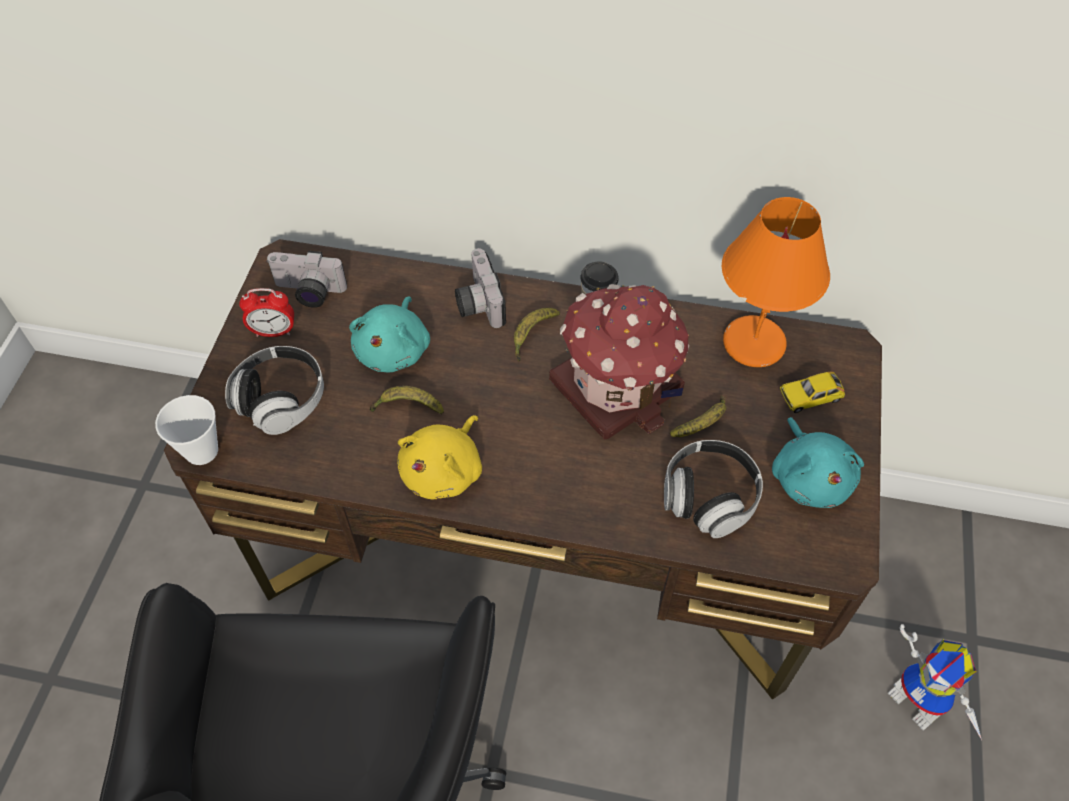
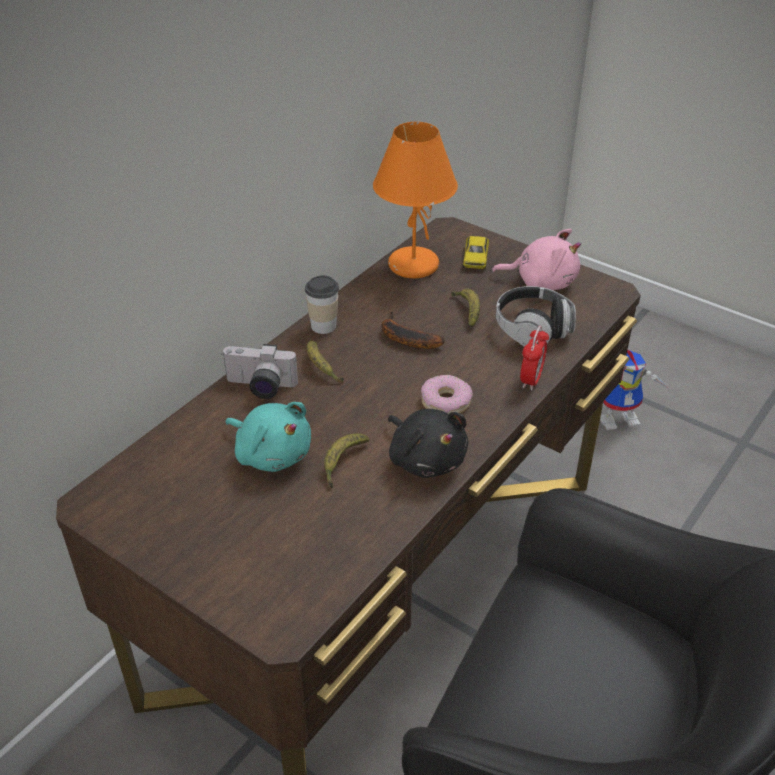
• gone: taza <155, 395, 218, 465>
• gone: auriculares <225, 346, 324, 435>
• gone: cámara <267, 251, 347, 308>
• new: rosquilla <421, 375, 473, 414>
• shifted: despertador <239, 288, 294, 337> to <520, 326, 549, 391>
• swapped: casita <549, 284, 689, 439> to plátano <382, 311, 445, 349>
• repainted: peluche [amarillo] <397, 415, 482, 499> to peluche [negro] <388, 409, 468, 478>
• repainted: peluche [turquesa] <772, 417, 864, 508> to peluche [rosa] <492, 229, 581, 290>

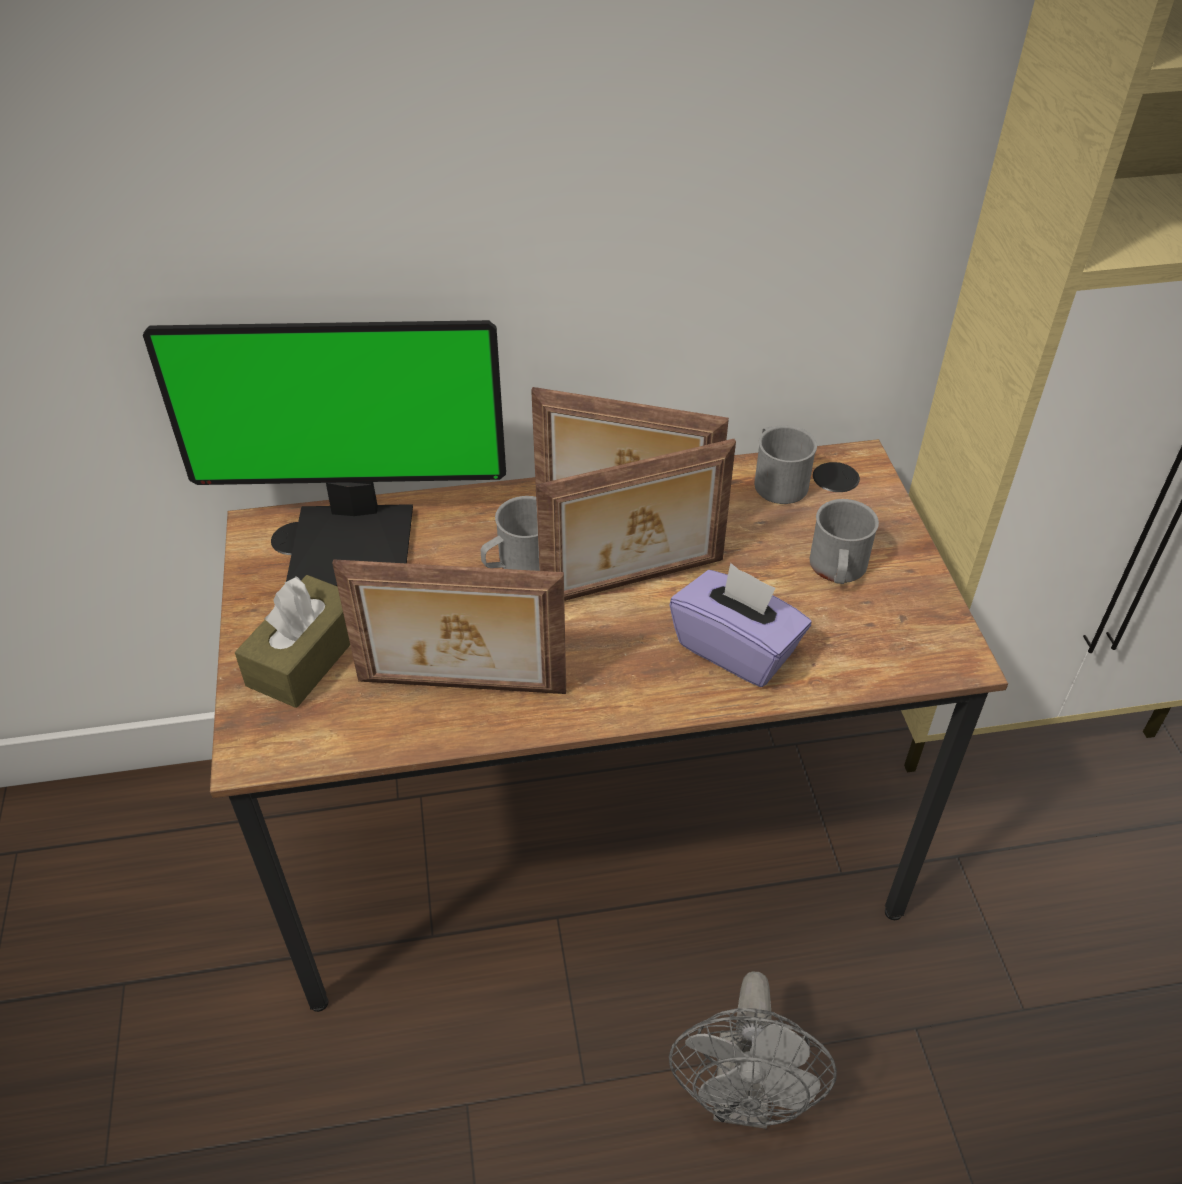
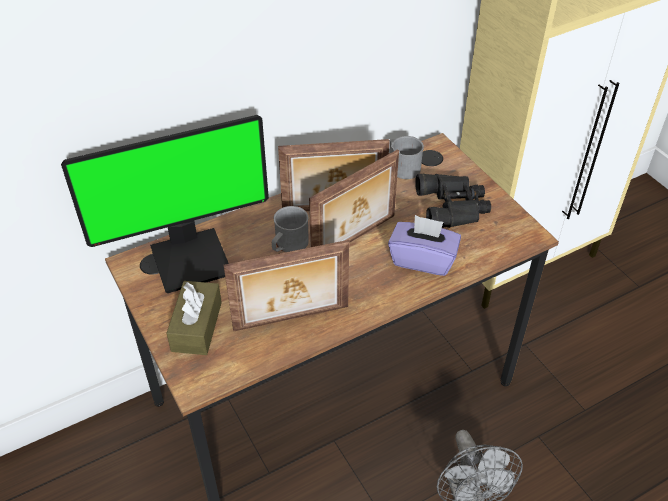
• swapped: taza grande [gris] <810, 499, 879, 584> to prismáticos [negro] <415, 174, 491, 228>

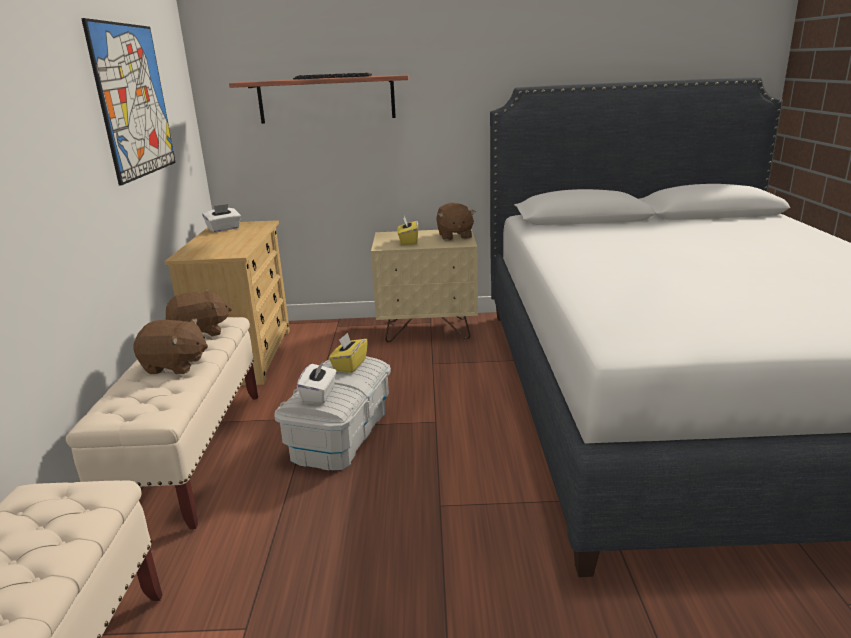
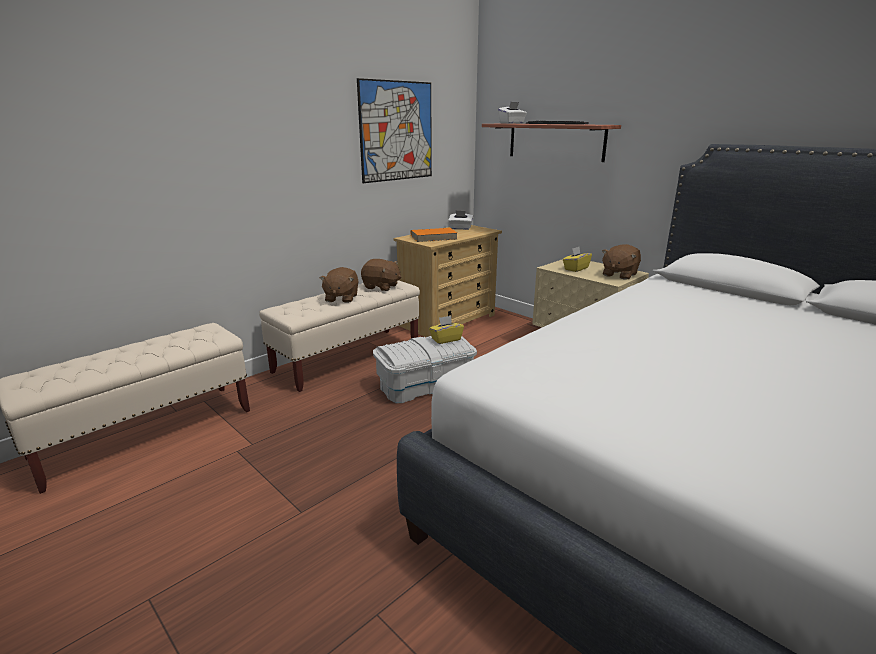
• new: libro [naranja] <411, 228, 457, 242>
• shifted: caja de pañuelos [blanco] <297, 360, 336, 404> to <498, 102, 527, 124>
• rotated: peluche [marrón] <133, 318, 208, 374> = <320, 267, 358, 303> 45 degrees clockwise

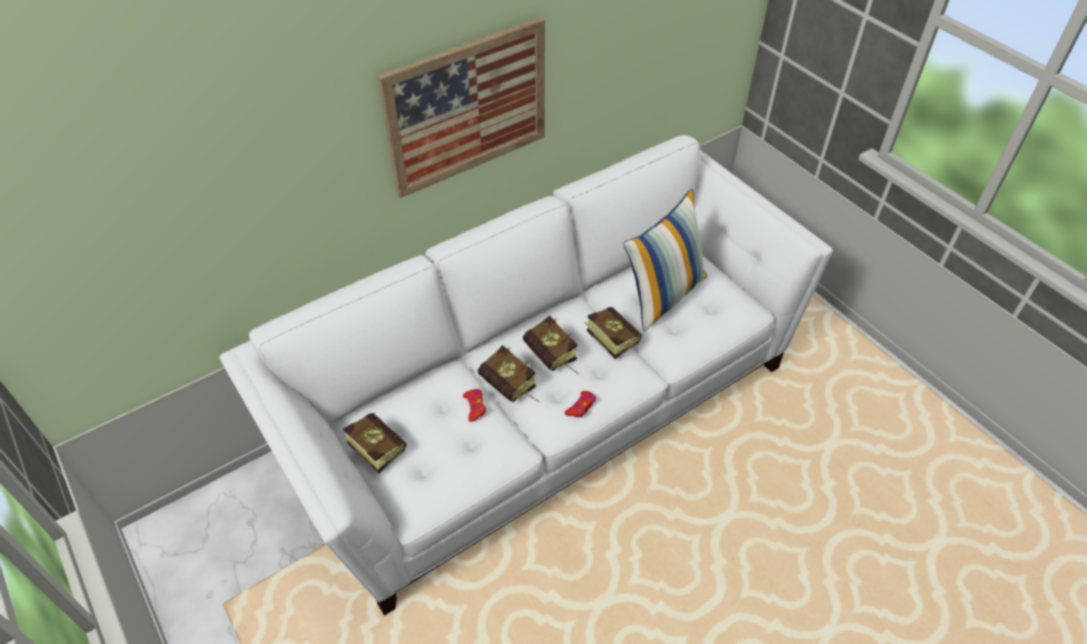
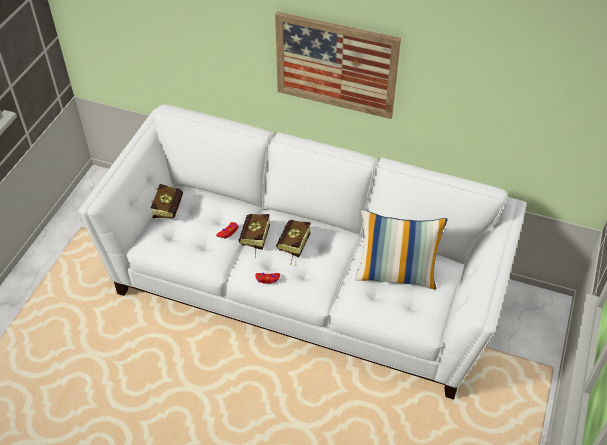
• gone: libro <584, 307, 642, 359>

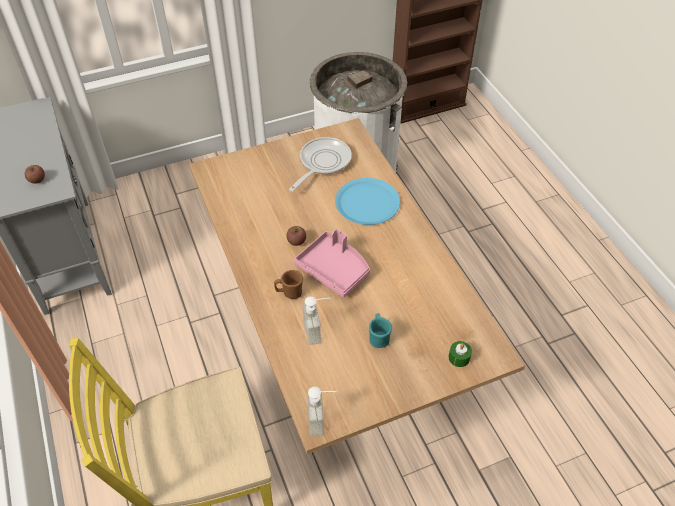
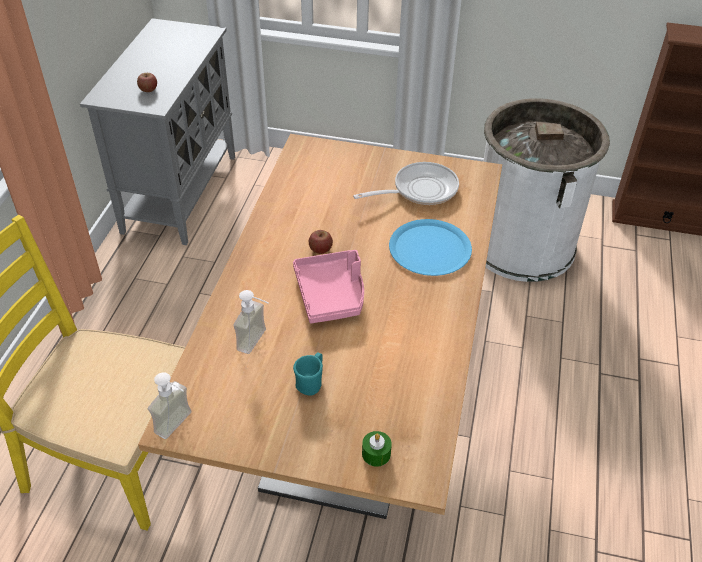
• gone: taza grande [marrón] <274, 270, 303, 299>

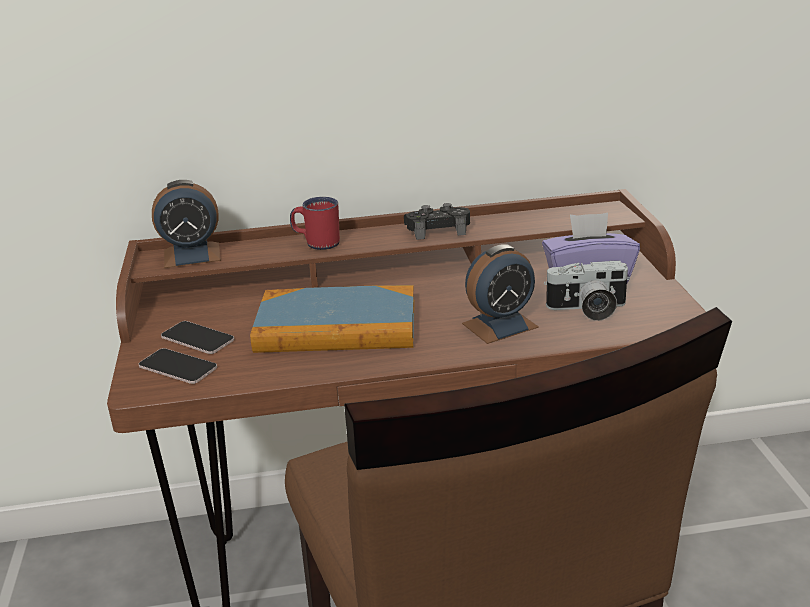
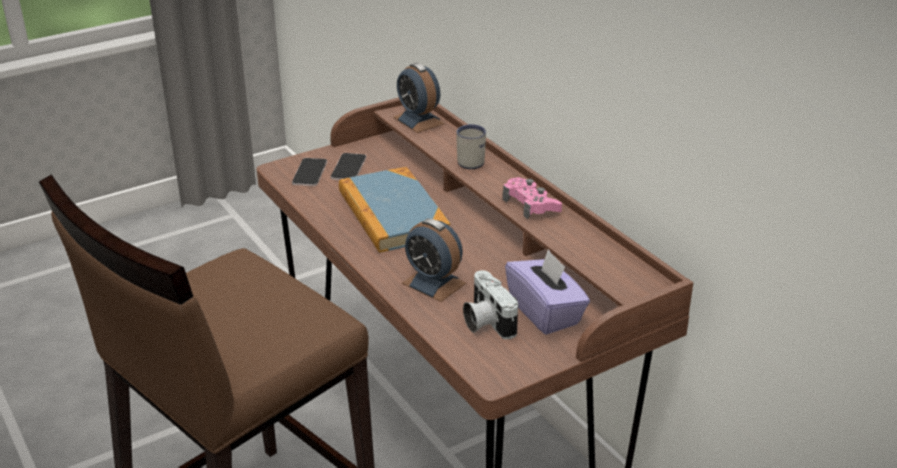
• repainted: taza grande [rojo] <290, 197, 340, 250> to taza grande [blanco] <456, 124, 486, 169>
• repainted: mando de consola [negro] <404, 203, 470, 240> to mando de consola [rosa] <502, 177, 562, 219>

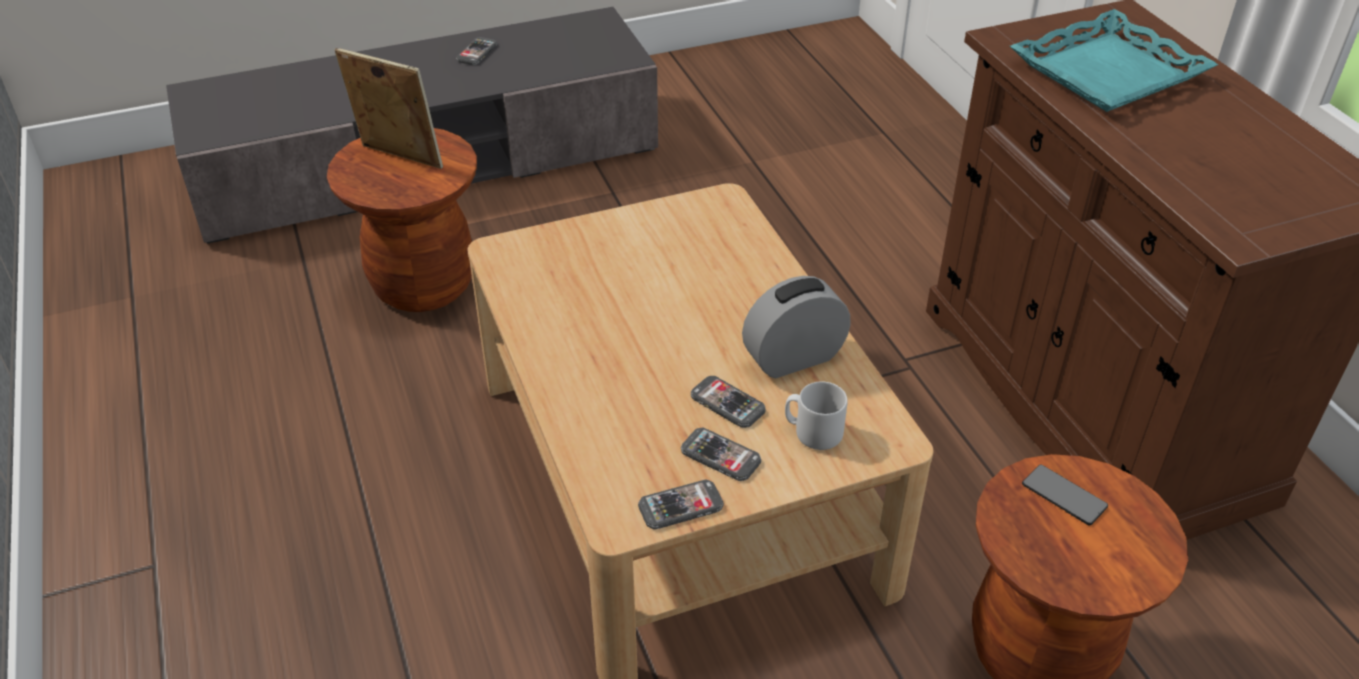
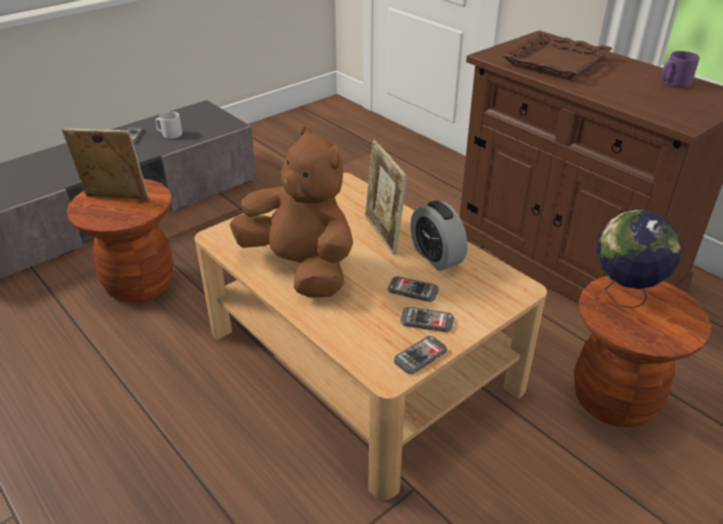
• new: peluche [marrón] <229, 126, 353, 298>
• new: portarretratos <365, 140, 407, 255>
• new: taza grande [morado] <662, 51, 700, 88>
• shifted: taza grande [gris] <785, 382, 848, 450> to <155, 111, 182, 139>
• swapped: móvil <1022, 465, 1108, 526> to globo terráqueo <596, 210, 681, 308>
• repainted: bandeja [turquesa] <1010, 9, 1218, 112> to bandeja [marrón] <502, 32, 613, 80>
• rotated: despertador <742, 276, 851, 378> = <410, 200, 468, 271> 75 degrees counterclockwise

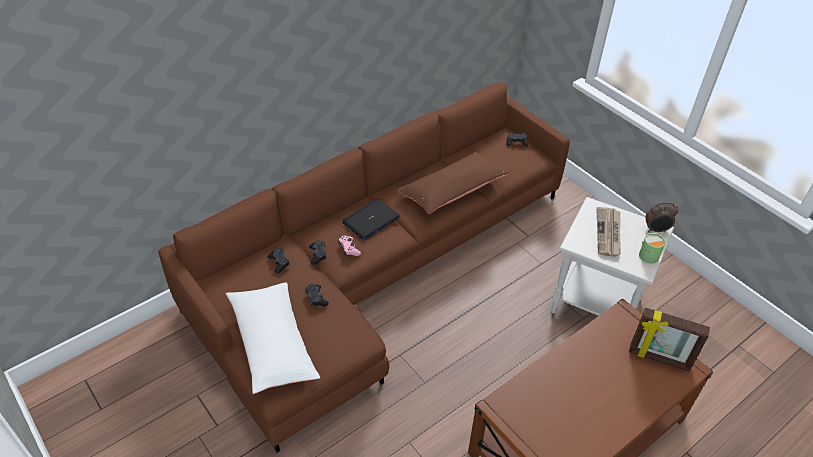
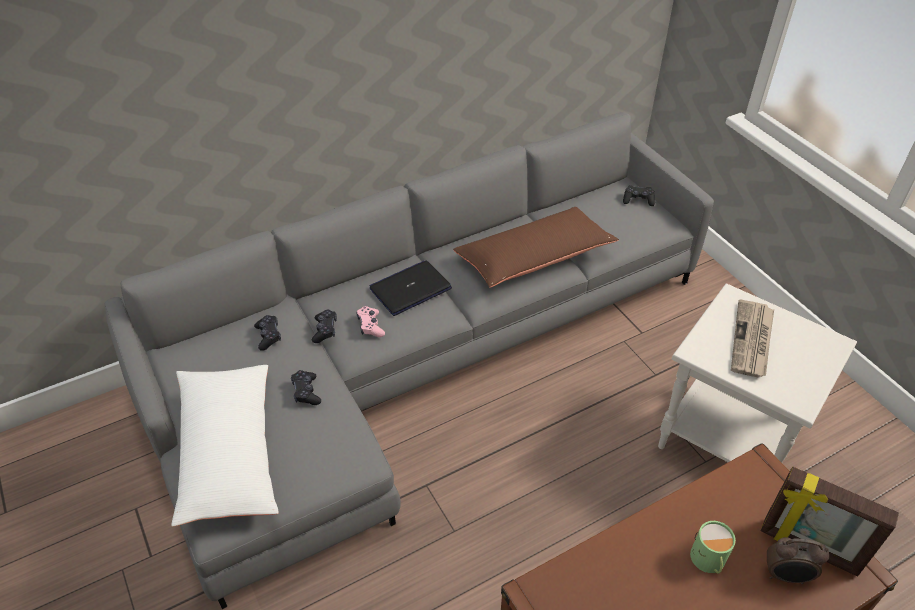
• shifted: taza grande [verde] <639, 233, 666, 264> to <690, 521, 736, 574>
• shifted: despertador <645, 202, 678, 233> to <767, 537, 829, 584>
• repainted: sofá [marrón] <158, 82, 570, 453> to sofá [gris] <104, 112, 714, 609>

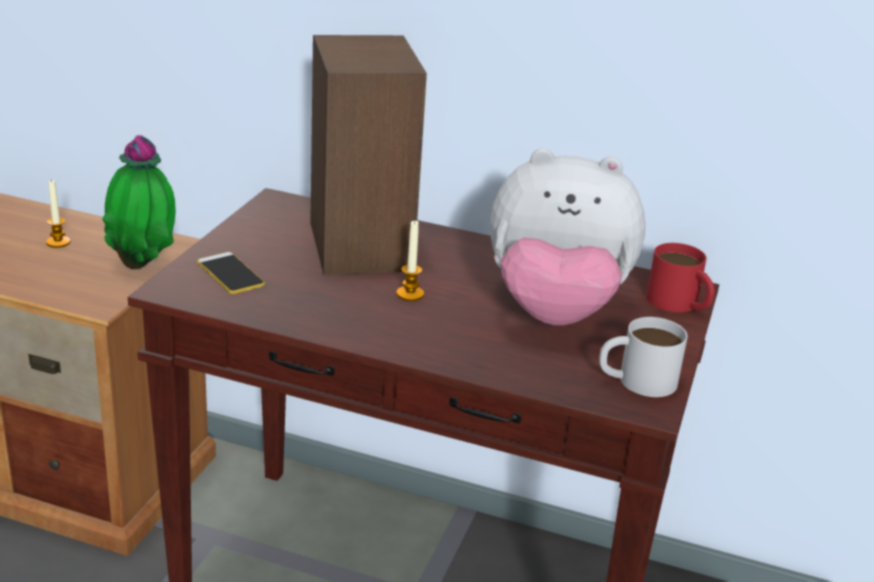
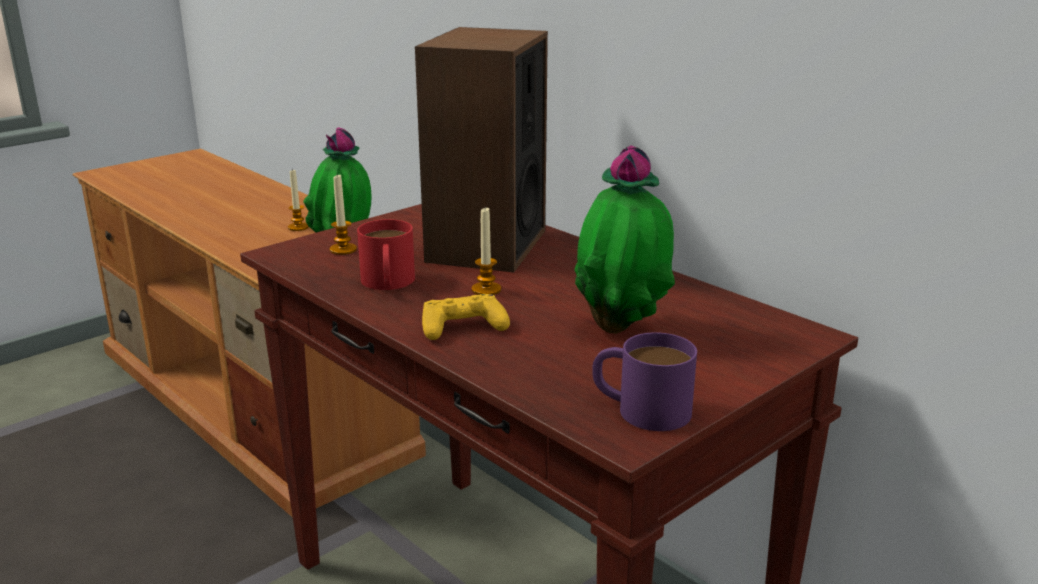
• new: mando de consola [amarillo] <422, 294, 510, 340>
• shifted: taza grande [rojo] <646, 243, 714, 312> to <357, 219, 415, 290>
• swapped: móvil <197, 252, 265, 294> to vela <330, 175, 357, 255>
• swapped: peluche <491, 148, 646, 326> to planta en maceta <575, 145, 675, 333>
• repainted: taza grande [blanco] <599, 317, 688, 397> to taza grande [morado] <592, 332, 697, 431>

